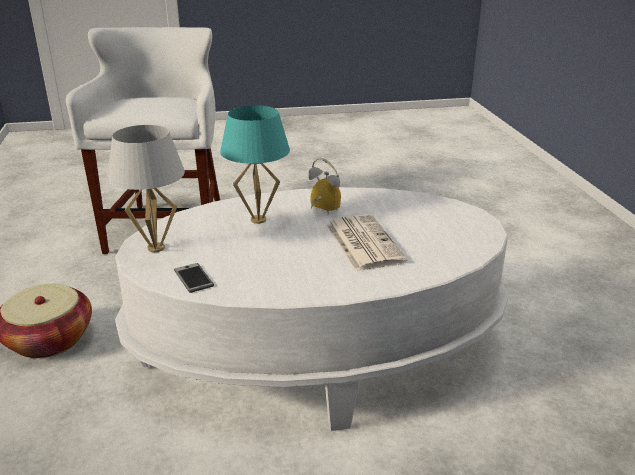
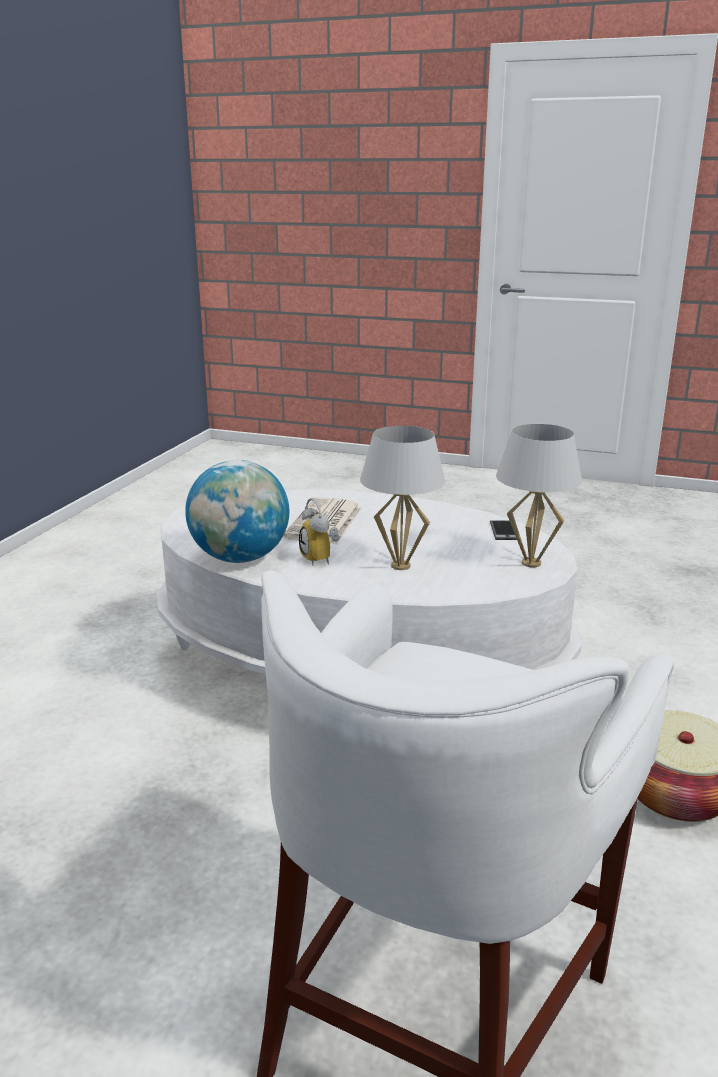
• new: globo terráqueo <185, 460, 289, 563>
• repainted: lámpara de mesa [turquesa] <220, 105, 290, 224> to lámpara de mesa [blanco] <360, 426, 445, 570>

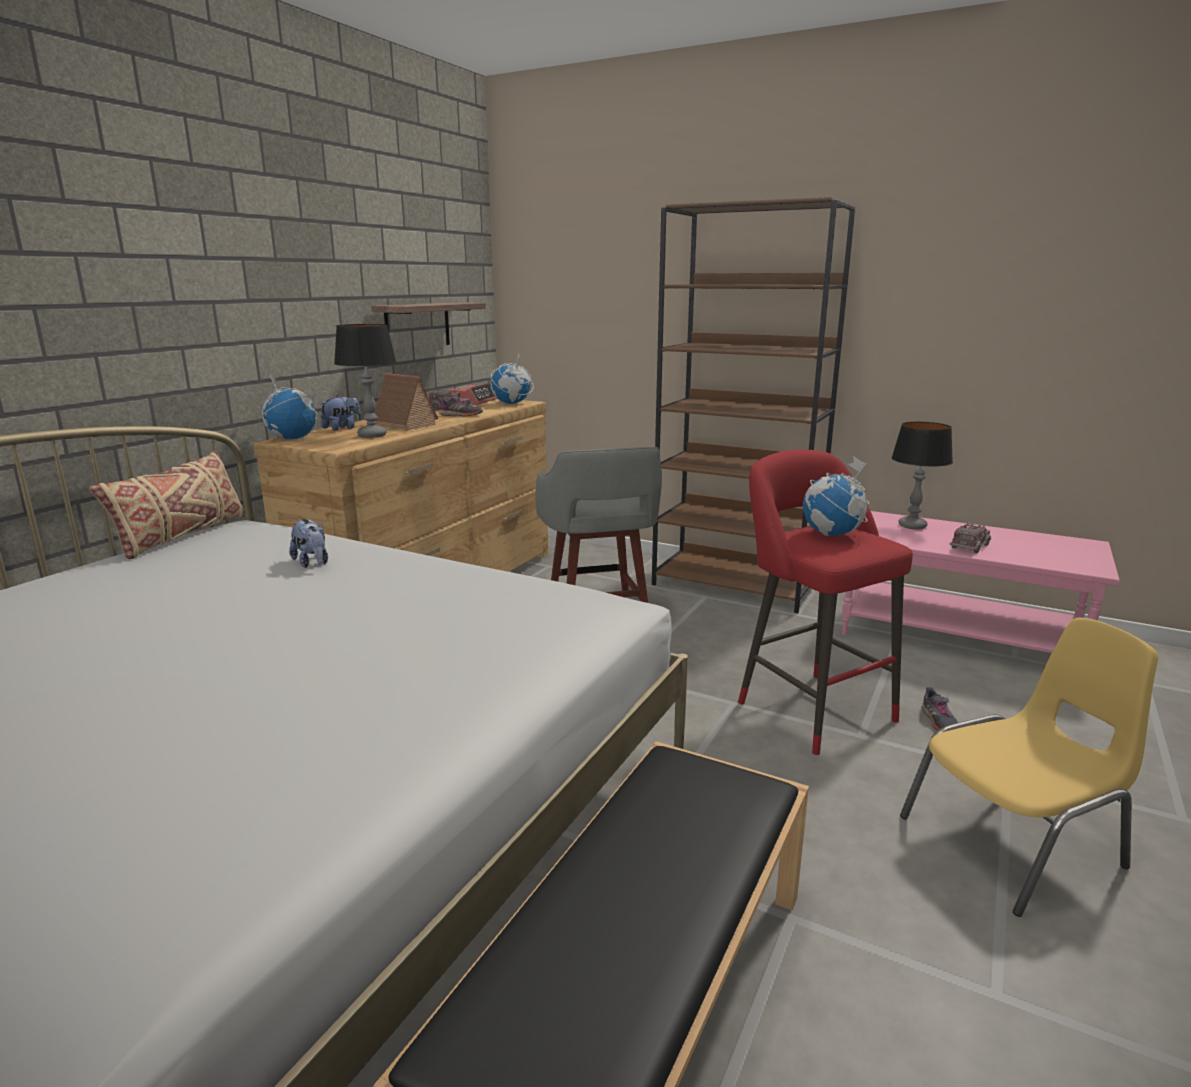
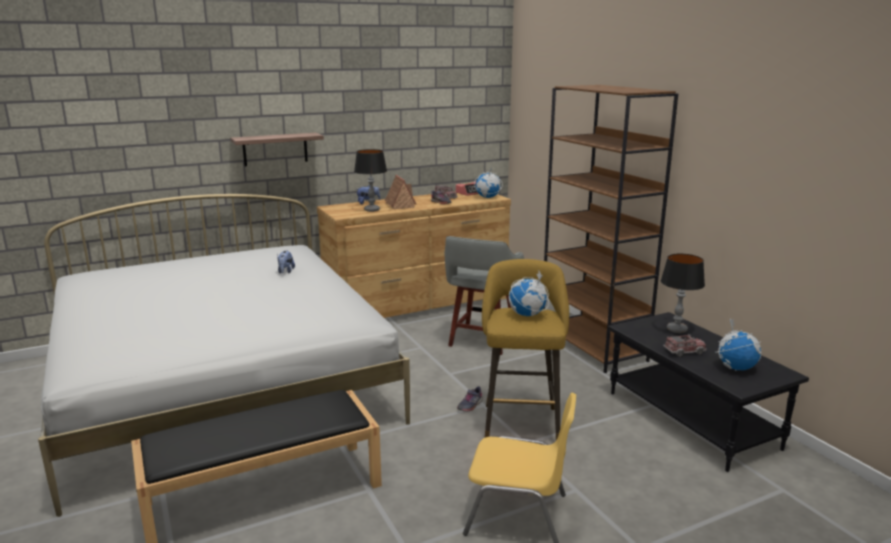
• gone: cojín [beis] <89, 451, 246, 559>
• shifted: globo terráqueo <259, 374, 317, 439> to <715, 319, 762, 371>
• shifted: estante <371, 302, 486, 345> to <230, 133, 324, 166>
• shifted: zapato [gris] <921, 687, 958, 731> to <457, 386, 483, 411>
• repainted: taburete [rojo] <738, 449, 913, 755> to taburete [amarillo] <482, 259, 569, 440>
• repainted: mesa de centro [rosa] <842, 511, 1120, 653> to mesa de centro [negro] <608, 312, 809, 472>

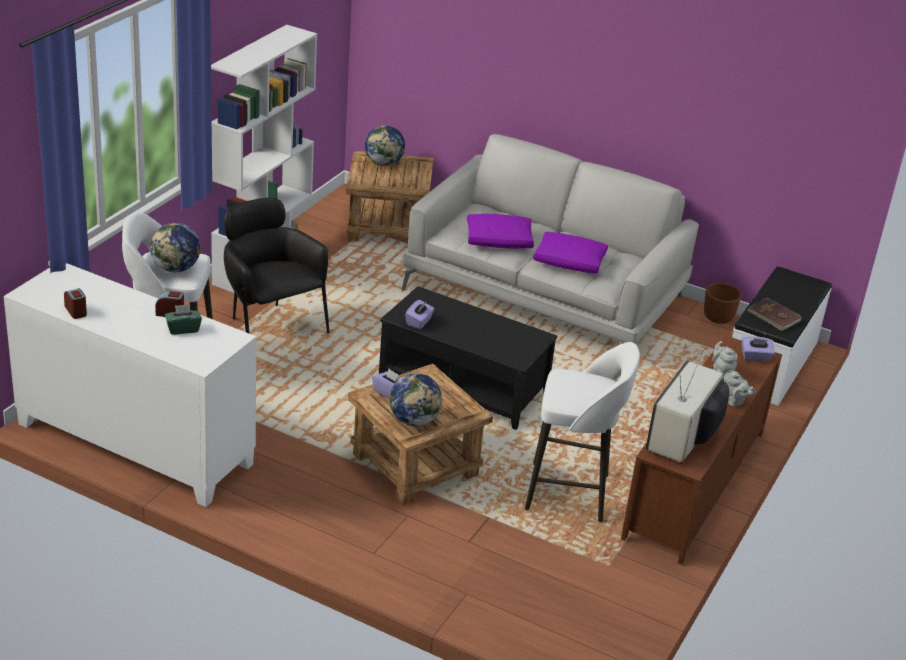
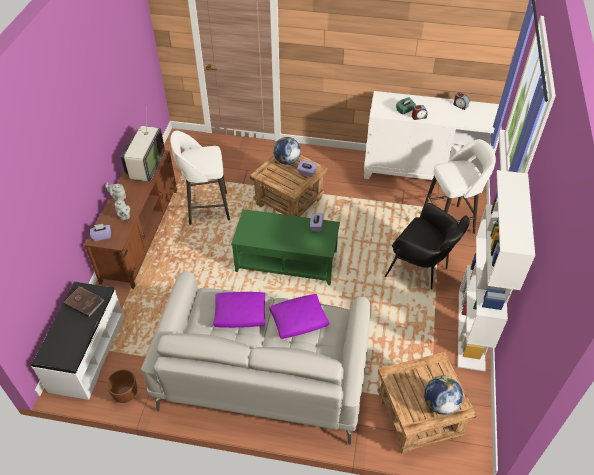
• gone: globo terráqueo <150, 223, 200, 273>
• repainted: mesa de centro [negro] <379, 286, 557, 430> to mesa de centro [verde] <231, 209, 340, 285>

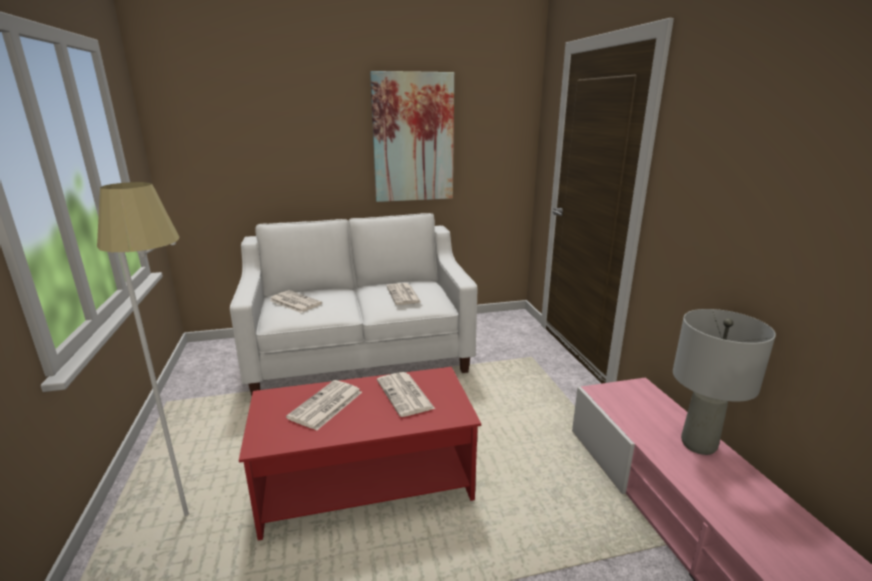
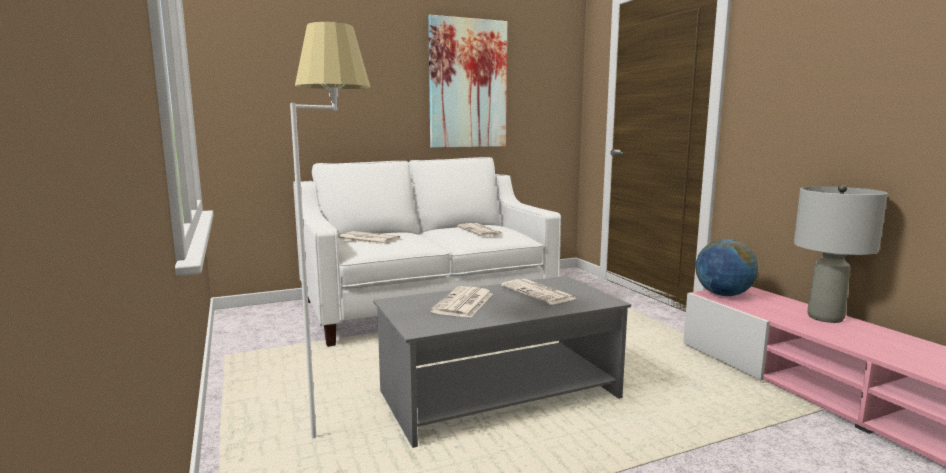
• new: globo terráqueo <695, 239, 758, 296>
• repainted: mesa de centro [rojo] <239, 367, 481, 541> to mesa de centro [gris] <373, 276, 631, 448>

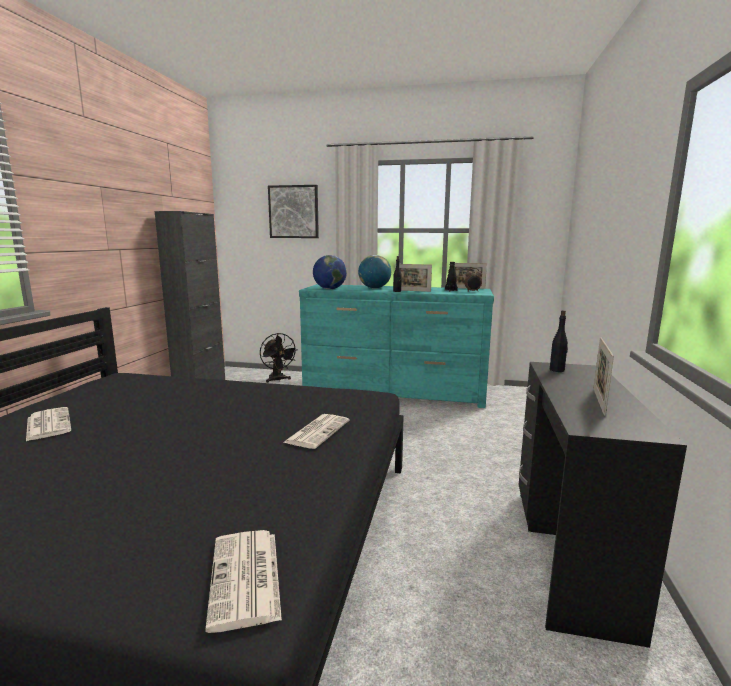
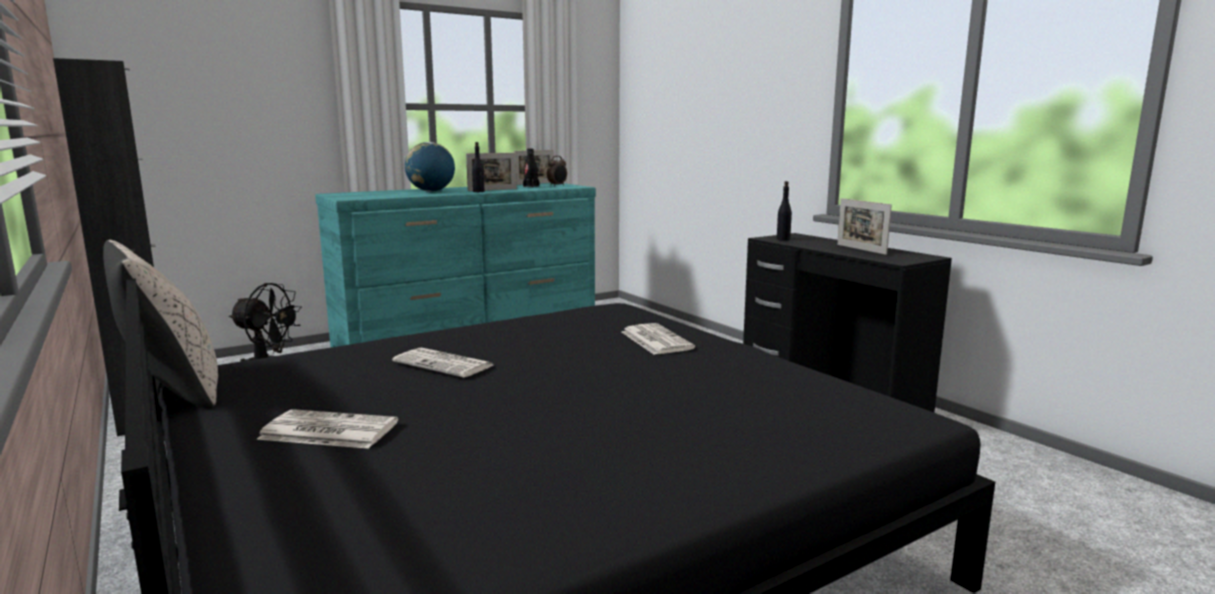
• gone: cuadro <268, 185, 319, 238>
• gone: globo terráqueo <313, 255, 347, 289>
• new: cojín [beis] <103, 240, 218, 409>
• shifted: periódico <205, 530, 282, 633> to <392, 348, 493, 377>

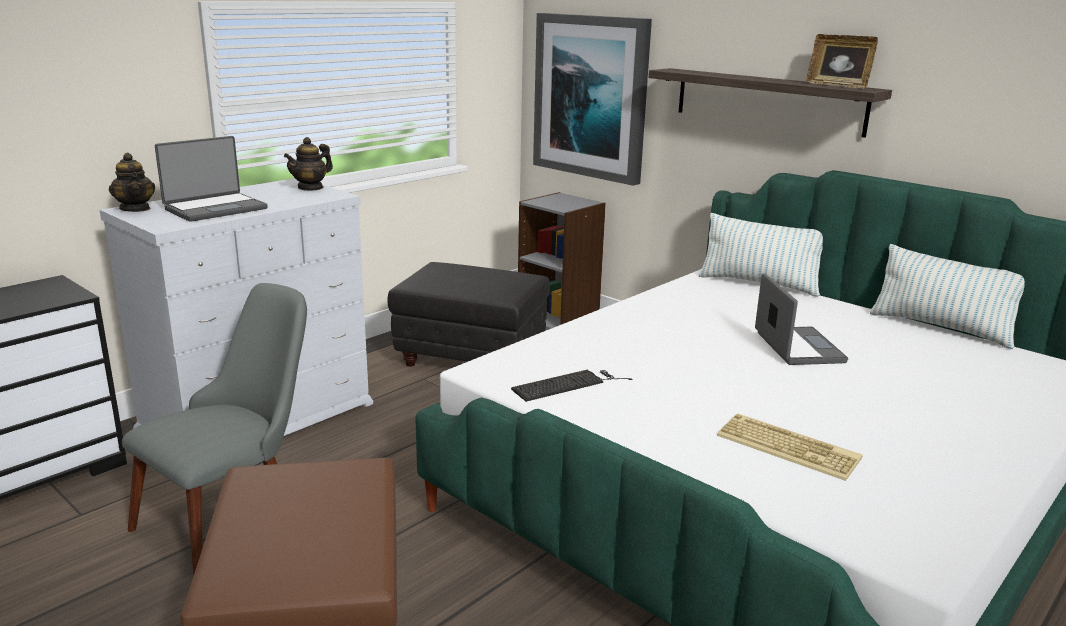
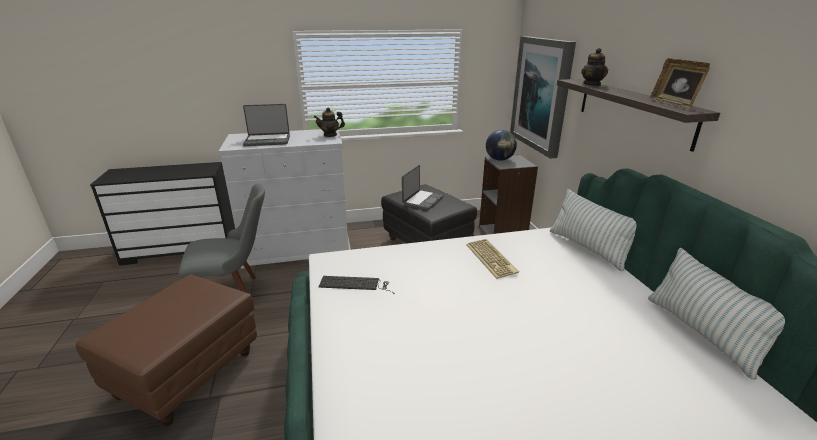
• new: globo terráqueo <486, 130, 517, 161>
• shifted: tetera <109, 153, 155, 212> to <581, 48, 608, 86>
• shifted: teclado <717, 413, 863, 481> to <466, 239, 519, 279>
• shifted: portátil <755, 273, 848, 365> to <402, 165, 444, 210>

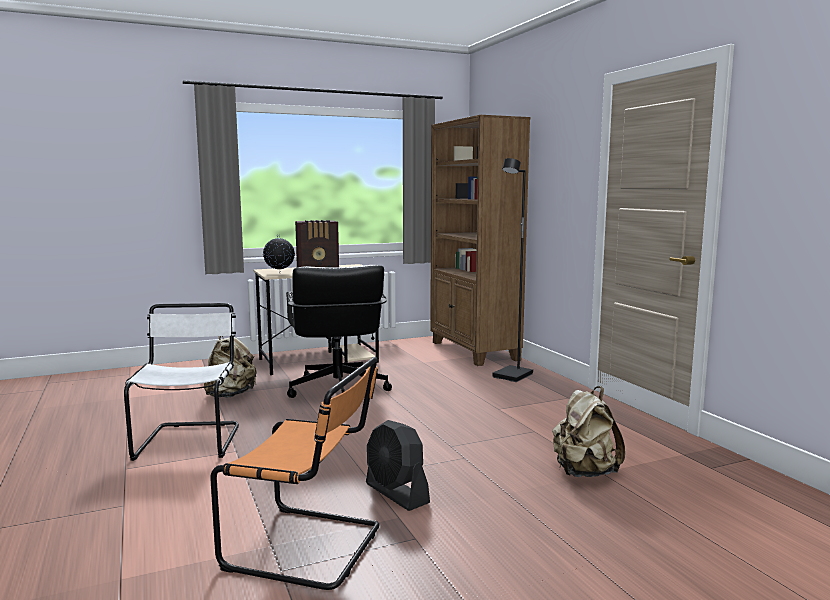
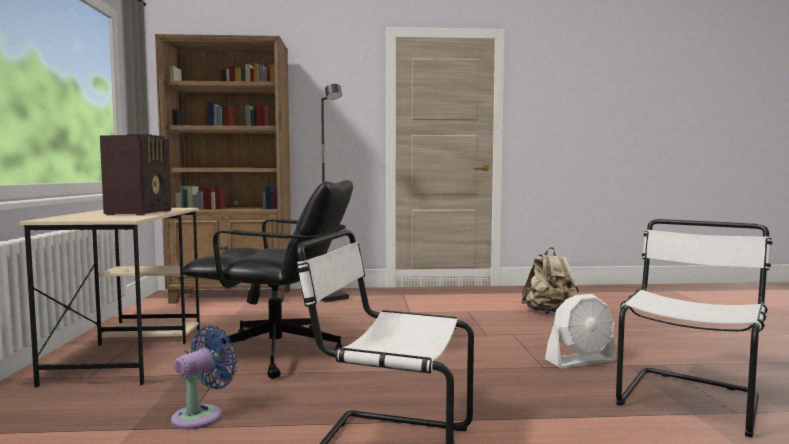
• gone: globo terráqueo <263, 234, 295, 274>
• swapped: mochila [beis] <204, 336, 257, 398> to ventilador [azul] <171, 325, 237, 430>
• repainted: silla [naranja] <210, 357, 380, 590> to silla [blanco] <616, 219, 773, 437>
• repainted: ventilador [negro] <366, 420, 430, 511> to ventilador [blanco] <545, 294, 616, 368>

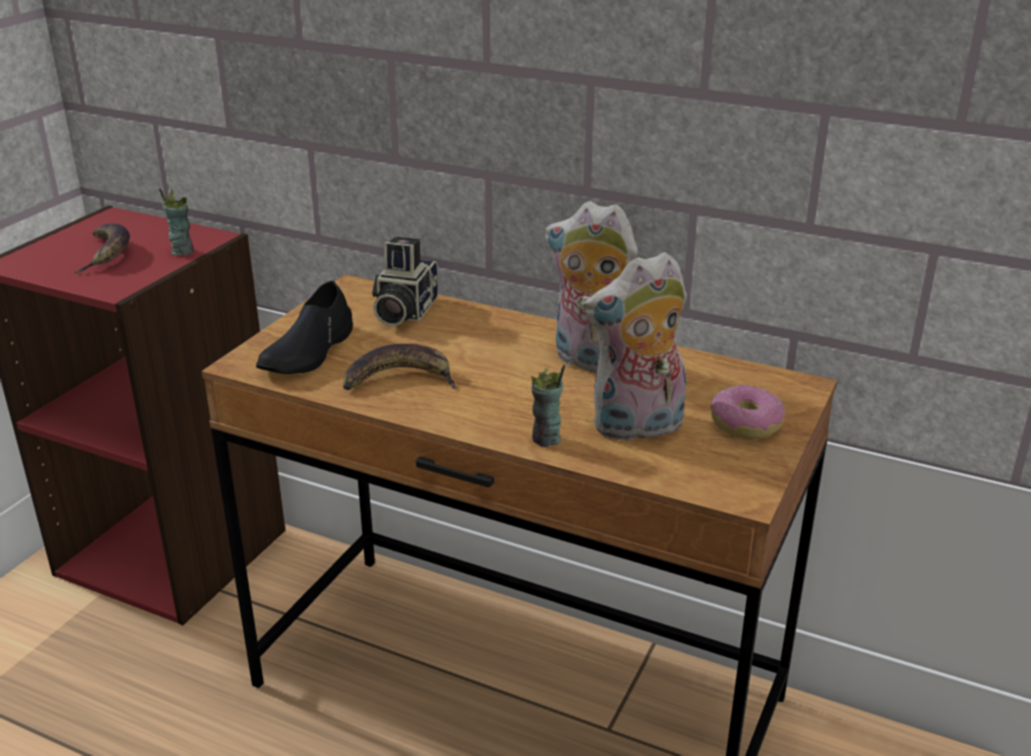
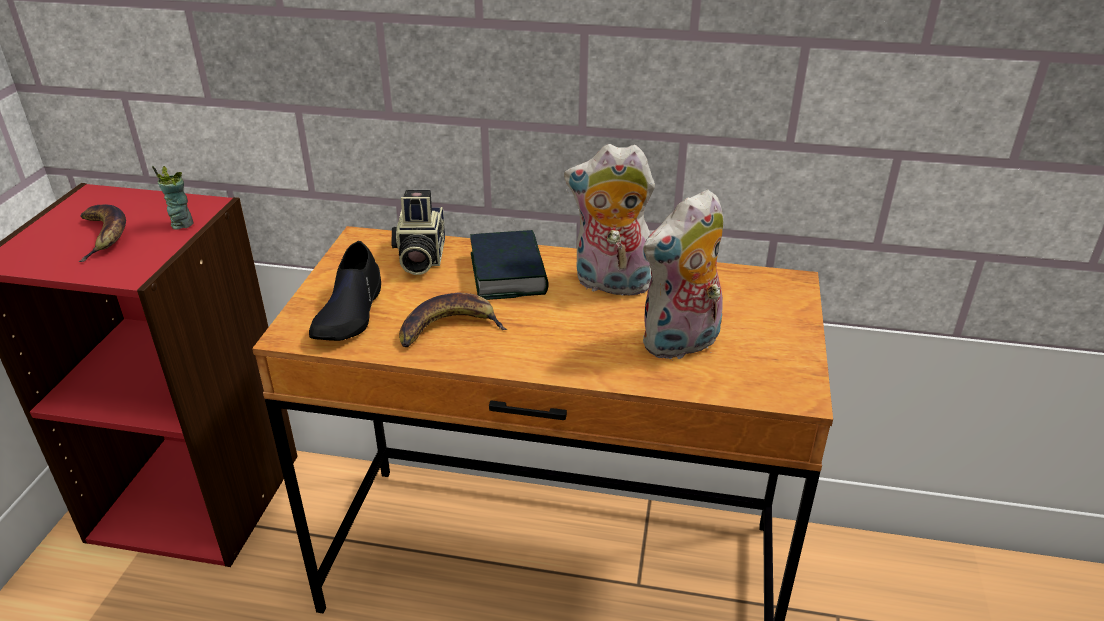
• gone: taza <531, 364, 565, 447>
• gone: rosquilla <710, 384, 785, 439>
• new: libro <470, 230, 549, 300>

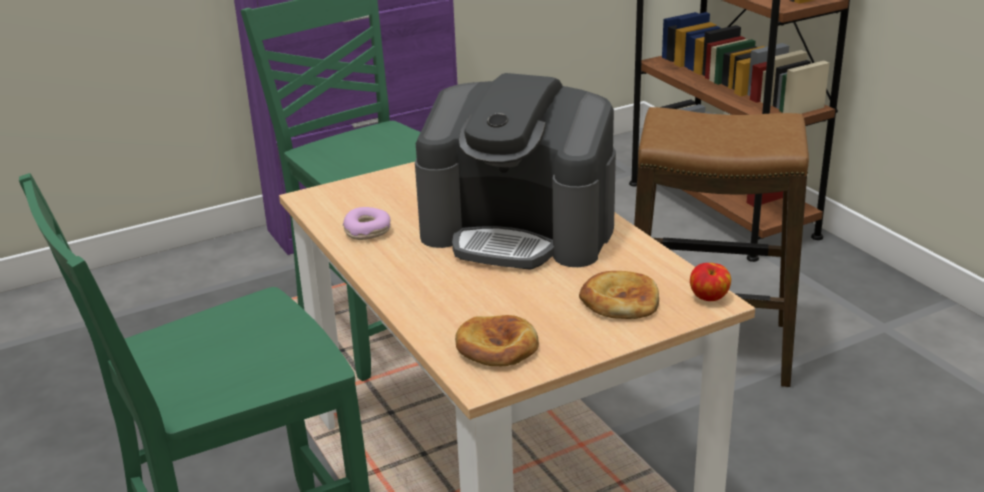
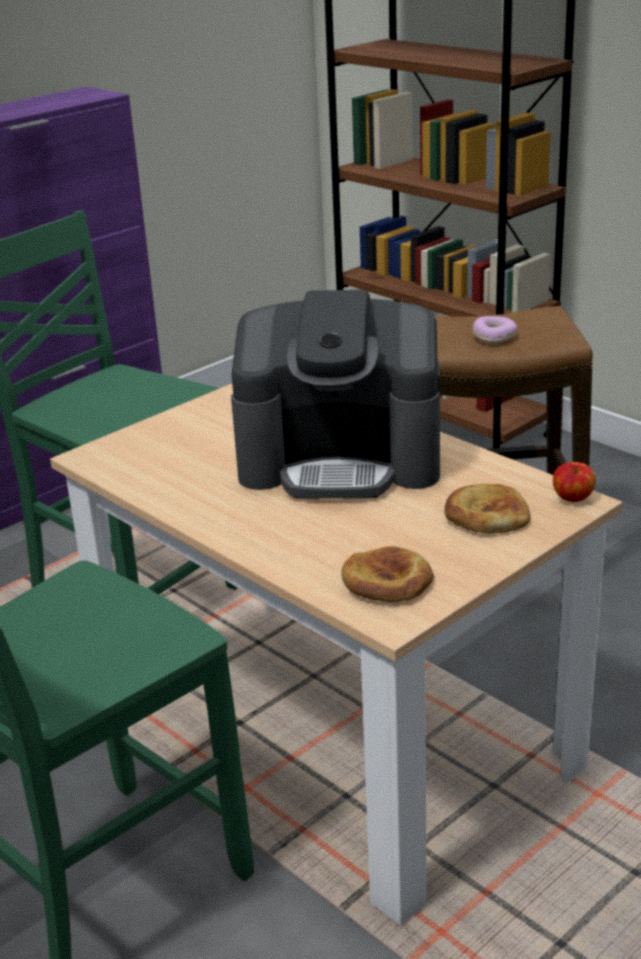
• shifted: rosquilla <342, 207, 391, 240> to <472, 316, 517, 344>

